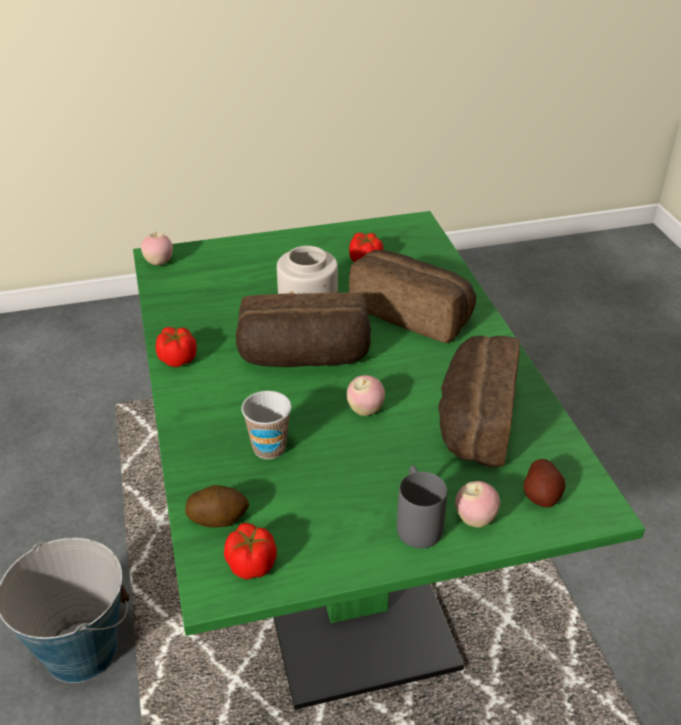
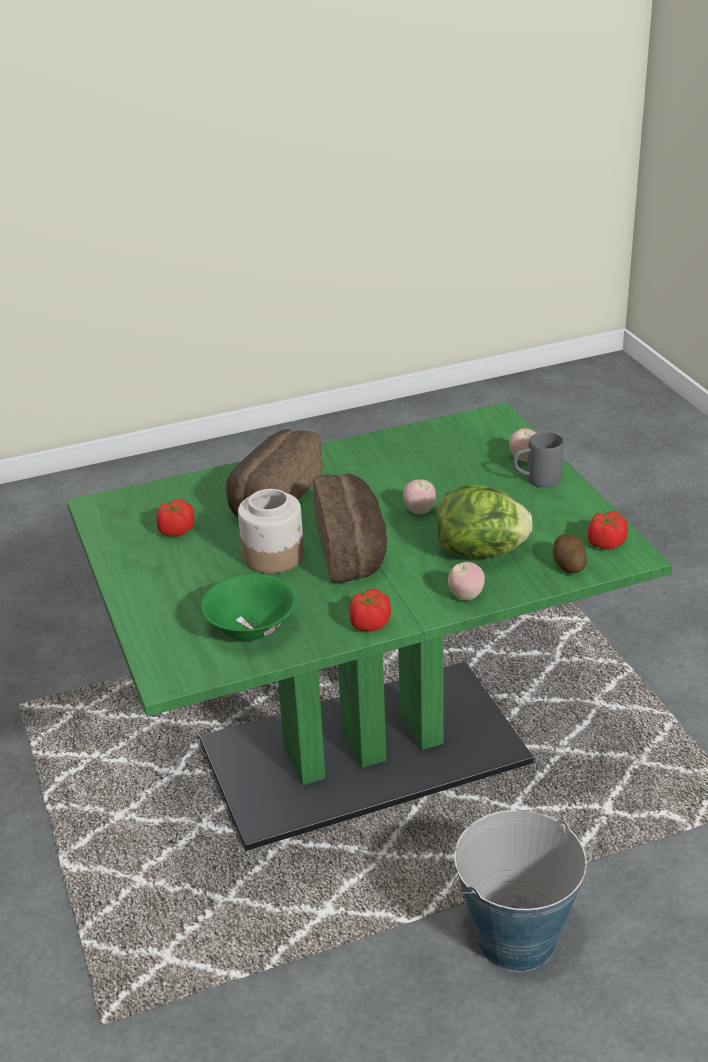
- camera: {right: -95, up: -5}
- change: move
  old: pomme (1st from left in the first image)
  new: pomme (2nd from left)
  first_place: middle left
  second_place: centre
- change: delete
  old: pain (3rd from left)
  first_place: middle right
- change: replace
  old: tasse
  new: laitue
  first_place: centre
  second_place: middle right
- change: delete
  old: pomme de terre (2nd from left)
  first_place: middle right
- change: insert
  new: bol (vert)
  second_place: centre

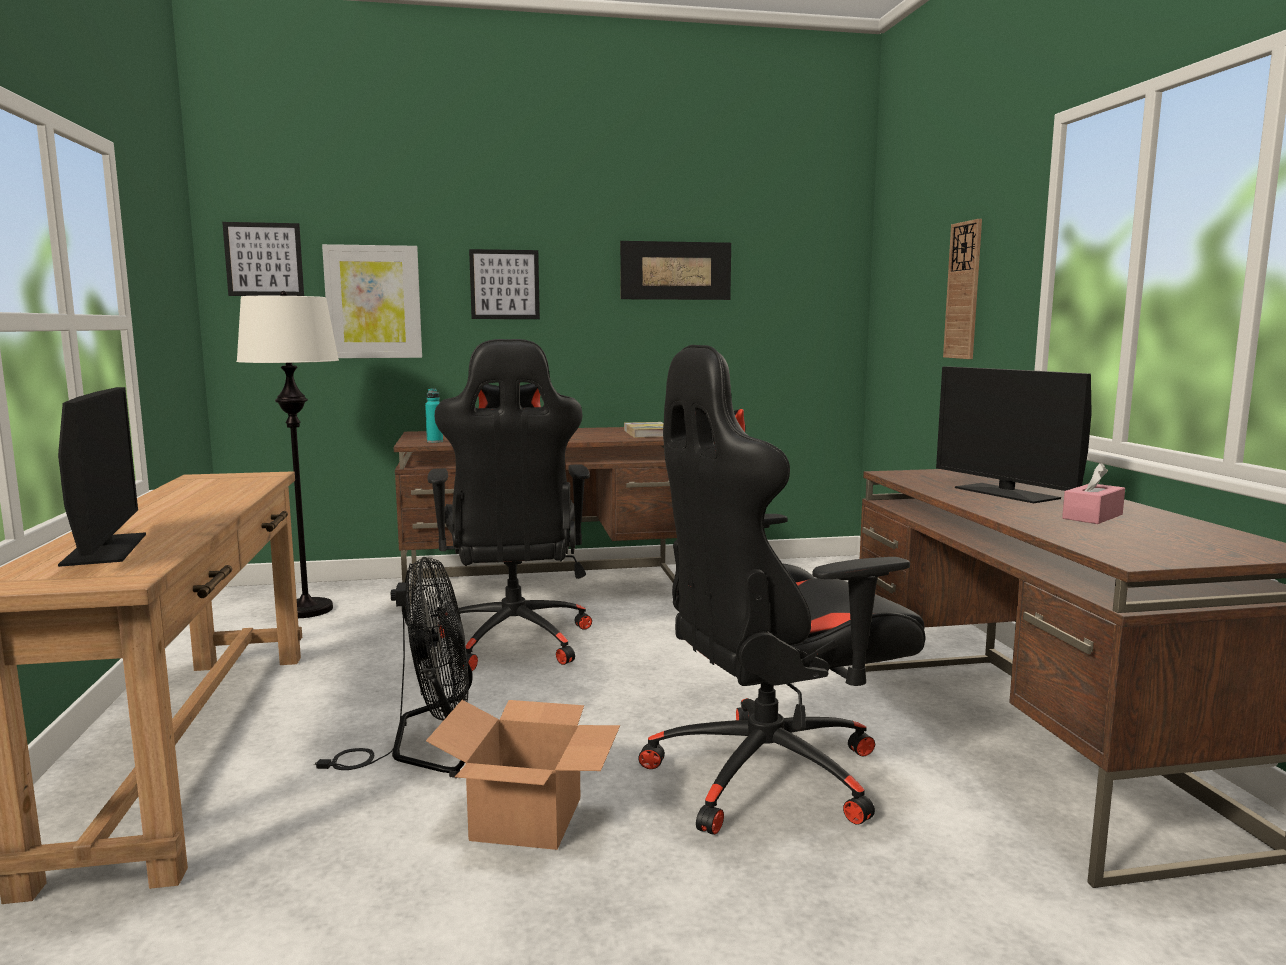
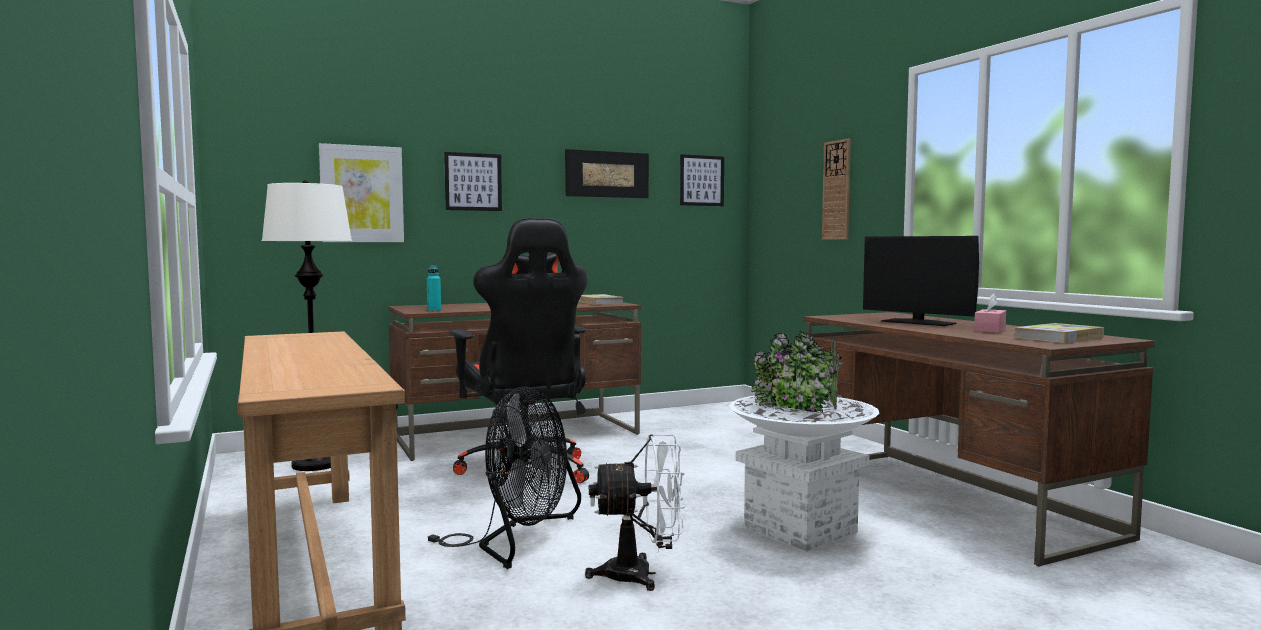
- camera: {right: -15, up: -5}
- change: move
  old: tableau (1st from left in the first image)
  new: tableau (4th from left)
  first_place: top left
  second_place: top centre
- change: replace
  old: chaise de bureau (noir) (2nd from left)
  new: cache-pot (blanc)
  first_place: centre
  second_place: bottom centre
- change: delete
  old: écran d'ordinateur (1st from left)
  first_place: middle left
- change: rotate
  old: ventilateur (noir)
  first_place: bottom left
  second_place: bottom centre
  degrees: 45
- change: replace
  old: carton
  new: ventilateur (blanc)
  first_place: bottom centre
  second_place: bottom centre
- change: insert
  new: livre (2nd from left)
  second_place: middle right

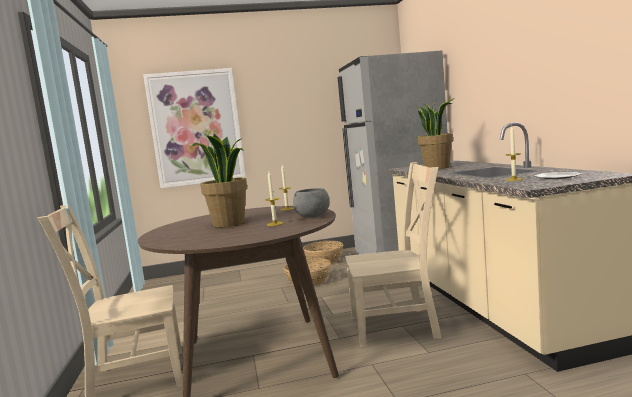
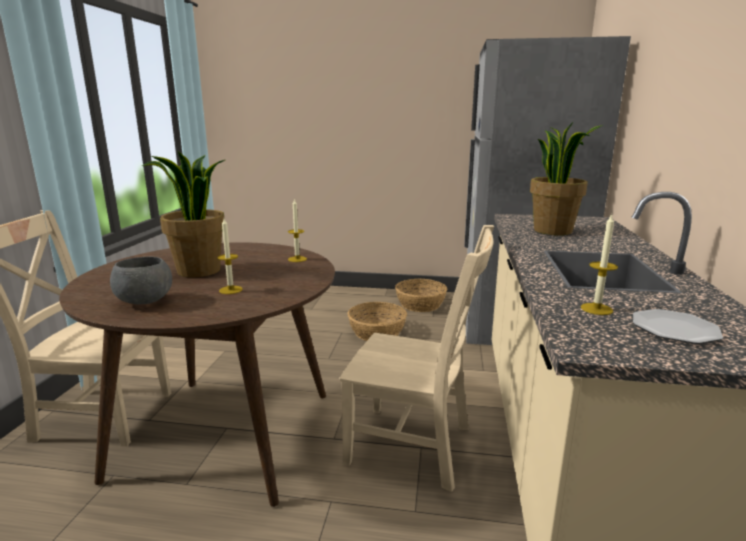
- camera: {right: 20, up: 10}
- change: delete
  old: tableau
  first_place: top left
- change: move
  old: bol (gris)
  first_place: centre
  second_place: middle left

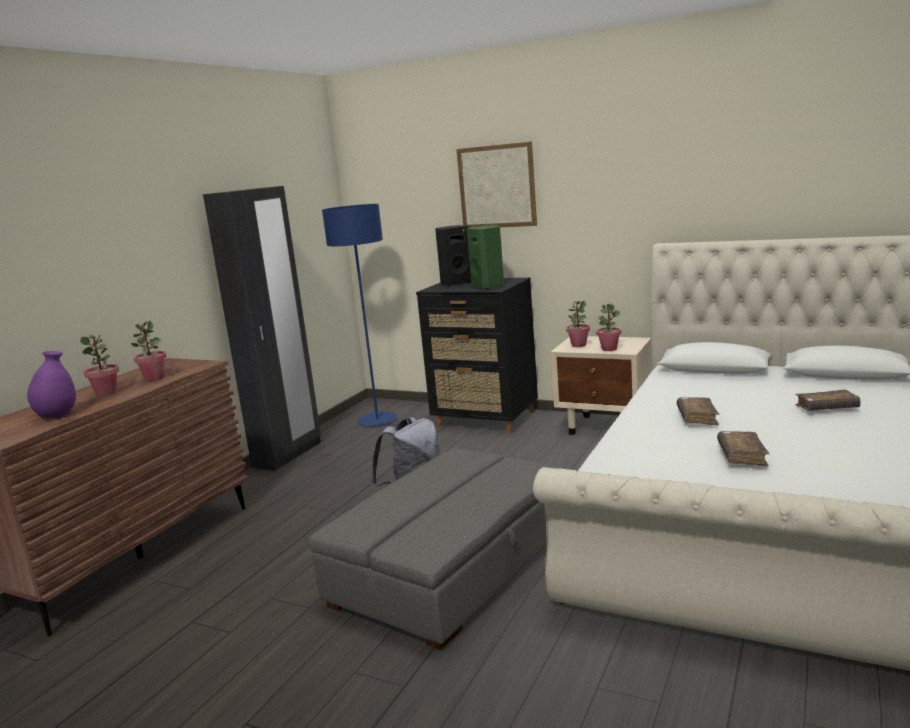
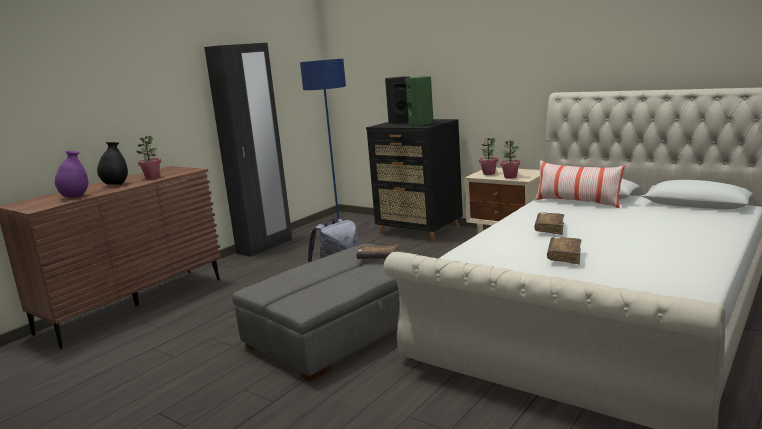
- camera: {right: 10, up: 0}
- change: delete
  old: tableau
  first_place: top centre
- change: replace
  old: plante en pot (1st from left)
  new: vase (noir)
  first_place: middle left
  second_place: middle left
- change: move
  old: livre (marron) (3rd from left in the first image)
  new: livre (marron) (1st from left)
  first_place: middle right
  second_place: centre
- change: insert
  new: coussin
  second_place: middle right

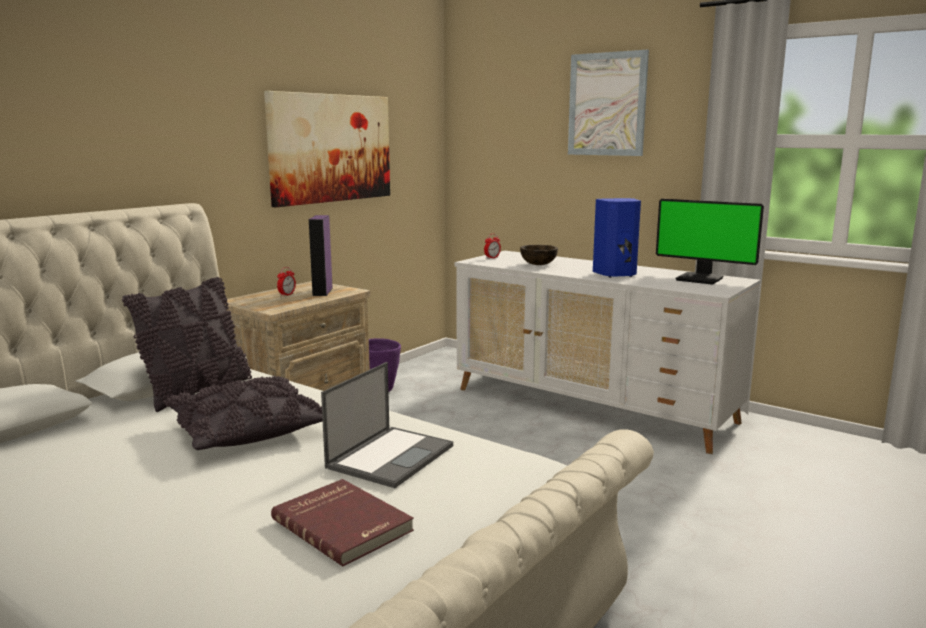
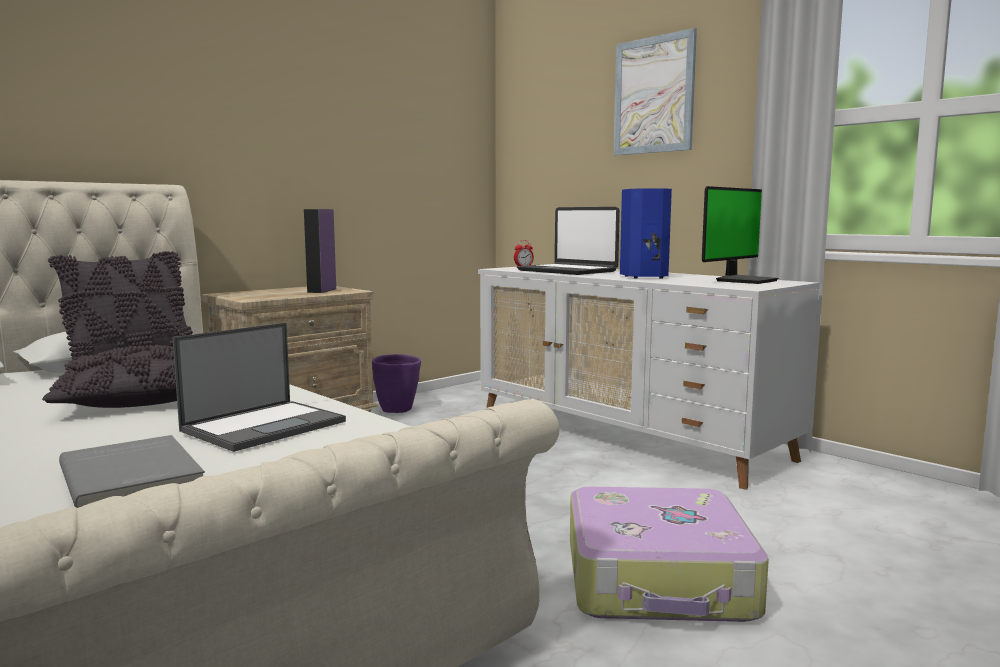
- camera: {right: 10, up: -5}
- change: delete
  old: tableau (1st from left)
  first_place: top centre
- change: rotate
  old: écran d'ordinateur
  first_place: middle right
  second_place: middle right
  degrees: -90
- change: replace
  old: bol (marron)
  new: ordinateur portable (2nd from left)
  first_place: centre
  second_place: centre
- change: delete
  old: réveil (1st from left)
  first_place: middle left
- change: recolor
  old: livre (rouge)
  new: livre (gris)
  first_place: bottom centre
  second_place: bottom left
- change: insert
  new: valise
  second_place: bottom right

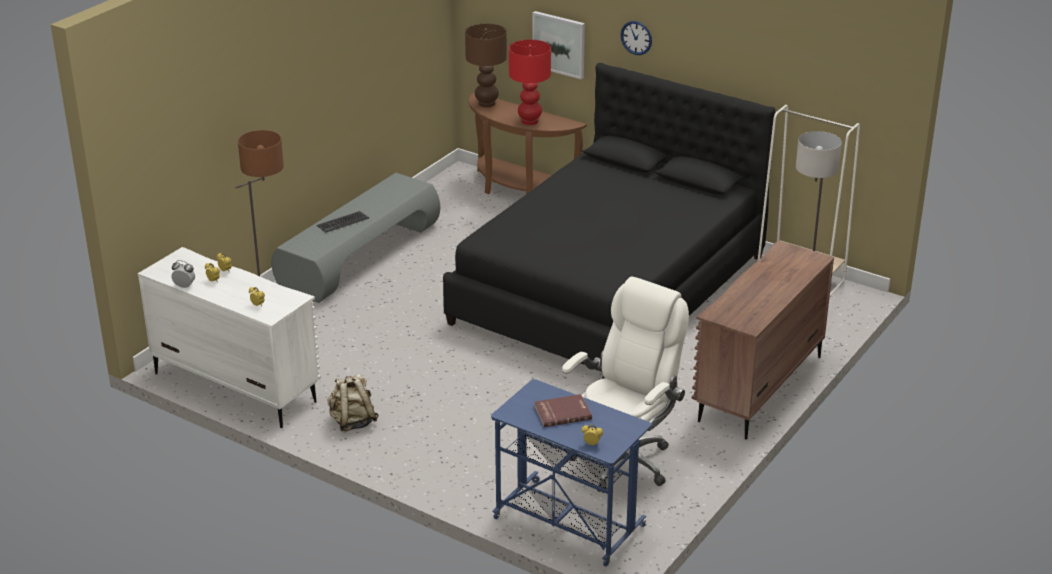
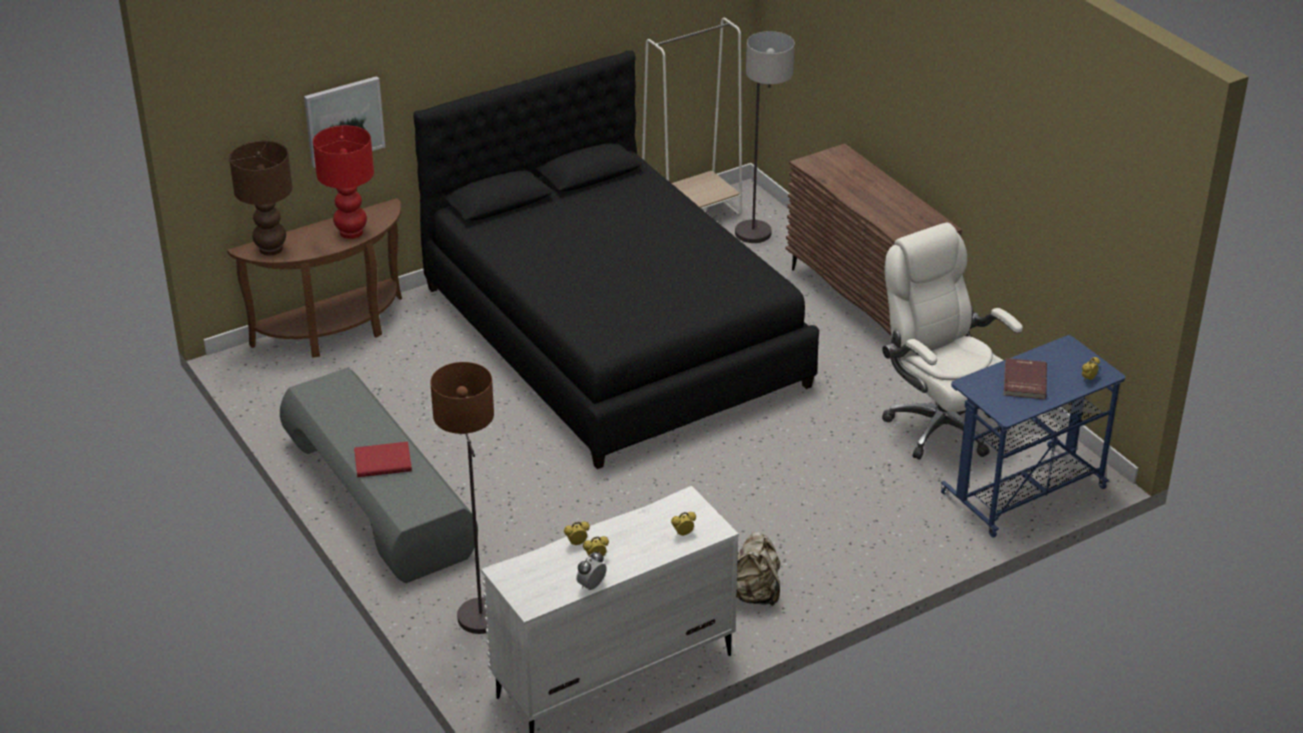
- camera: {right: -65, up: 5}
- change: delete
  old: horloge murale
  first_place: top centre
- change: replace
  old: clavier
  new: livre (rouge) (1st from left)
  first_place: middle left
  second_place: middle left

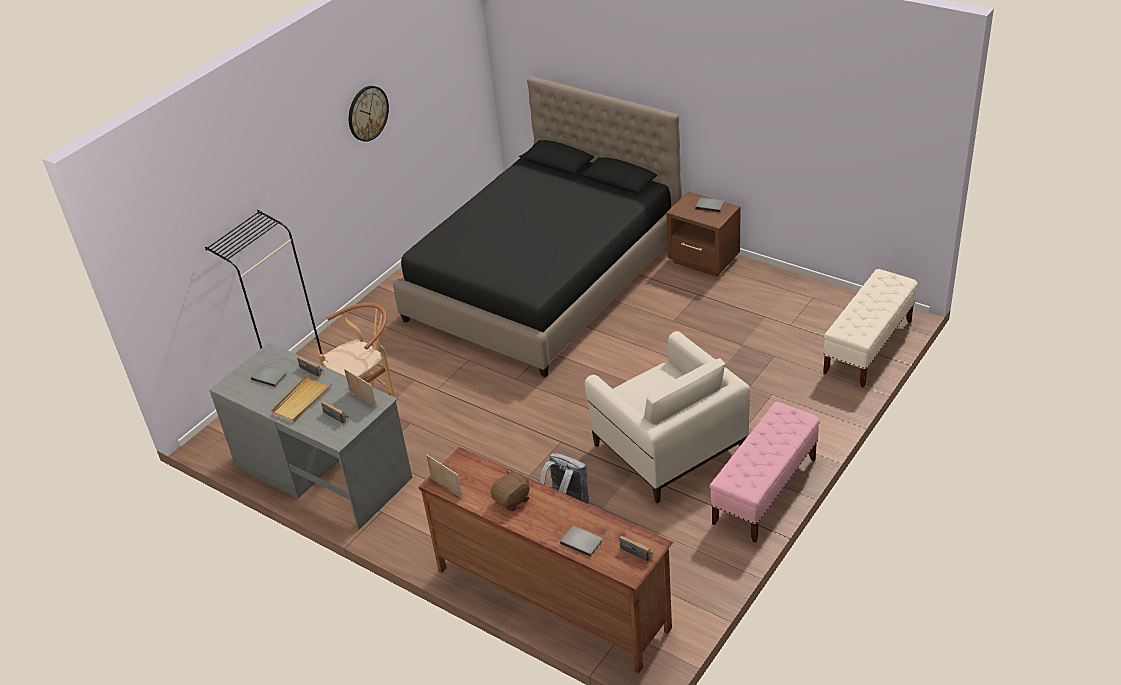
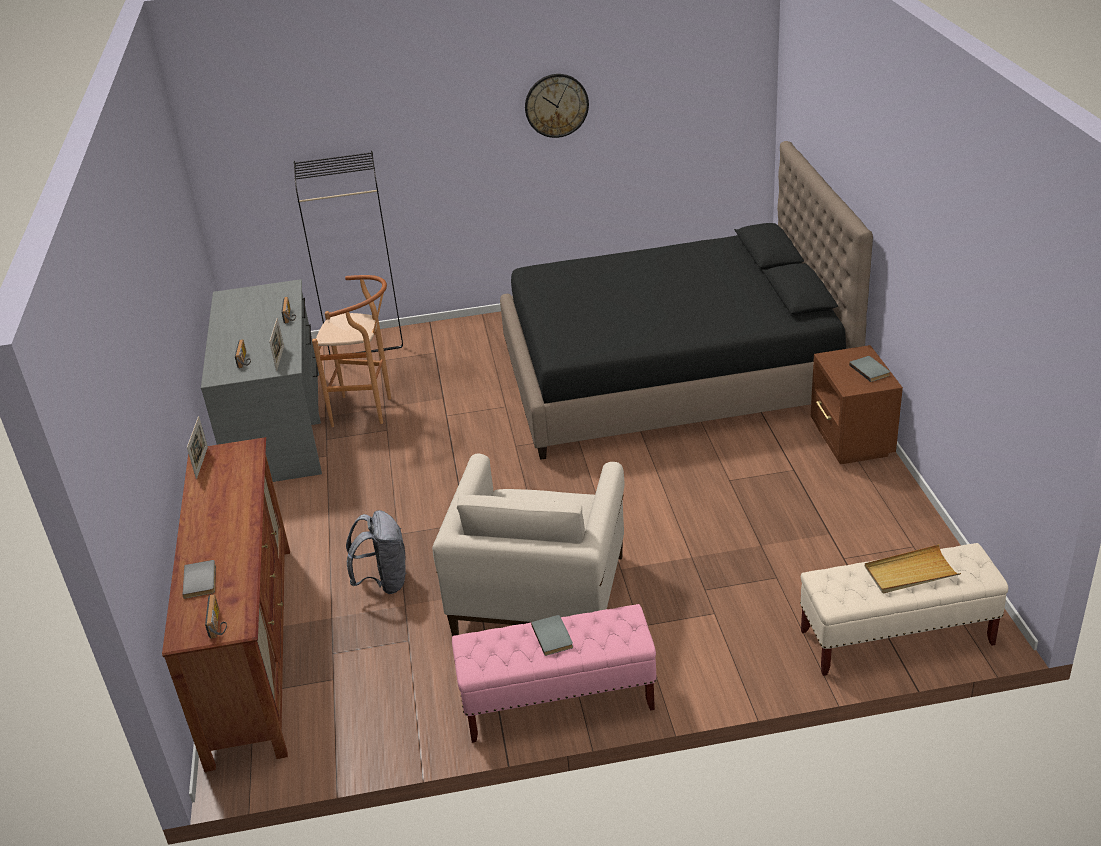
- camera: {right: 45, up: -5}
- change: move
  old: livre (gris) (1st from left in the first image)
  new: livre (gris) (2nd from left)
  first_place: middle left
  second_place: bottom centre
- change: move
  old: plateau (beige)
  first_place: middle left
  second_place: bottom right
- change: delete
  old: peluche (marron)
  first_place: bottom centre

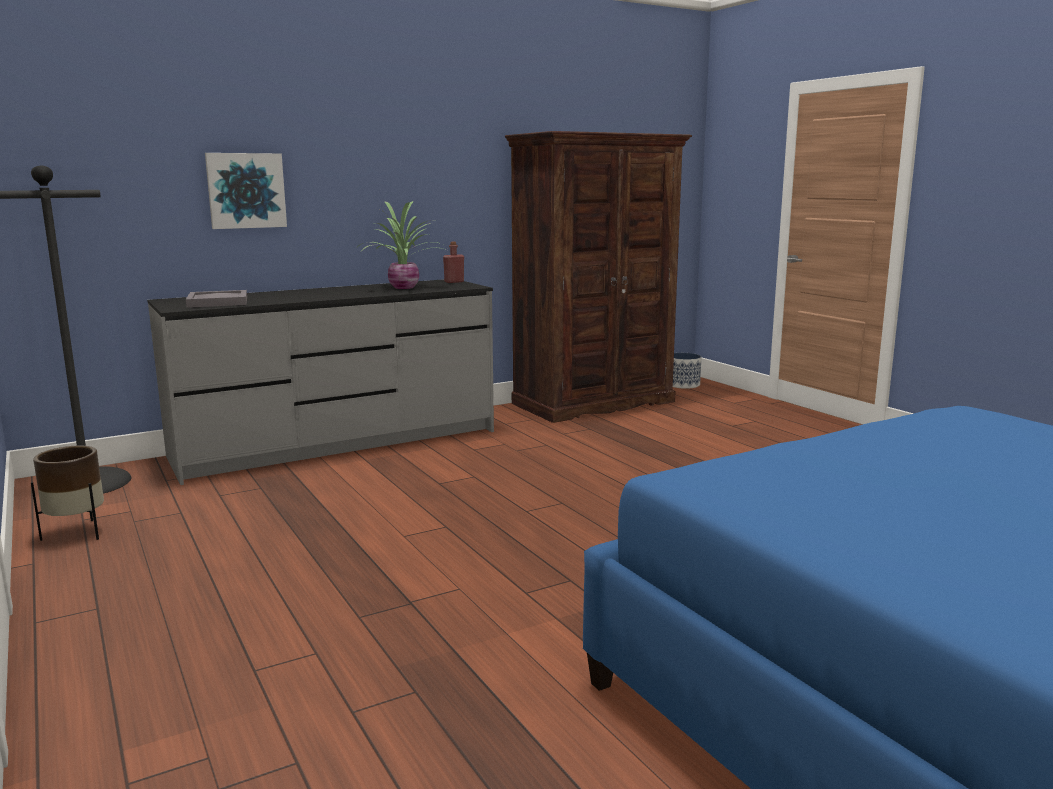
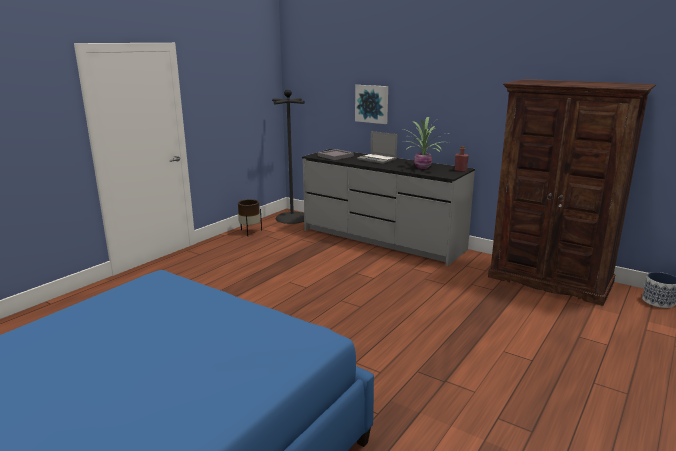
- camera: {right: 65, up: 5}
- change: insert
  new: ordinateur portable
  second_place: top centre

